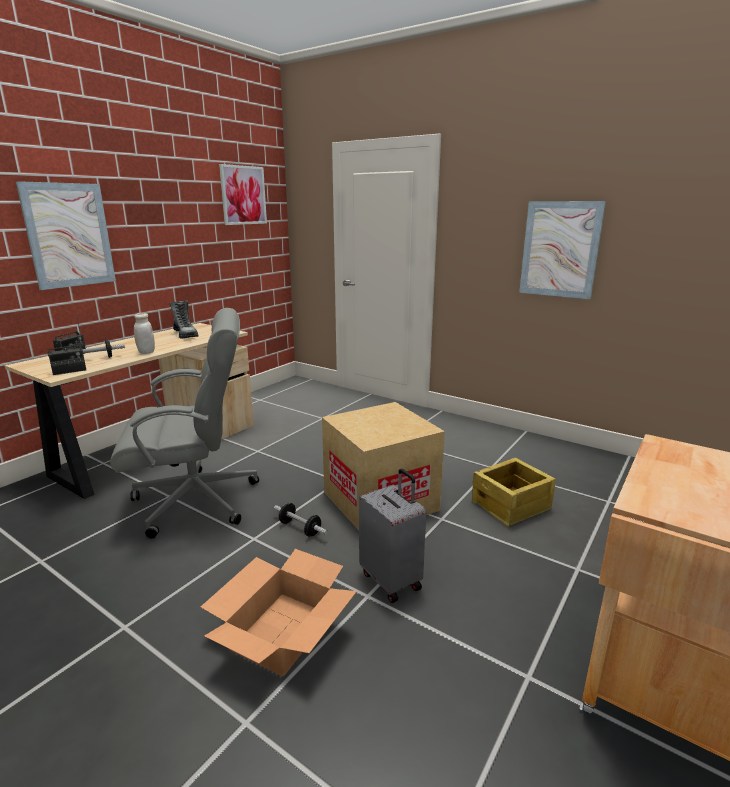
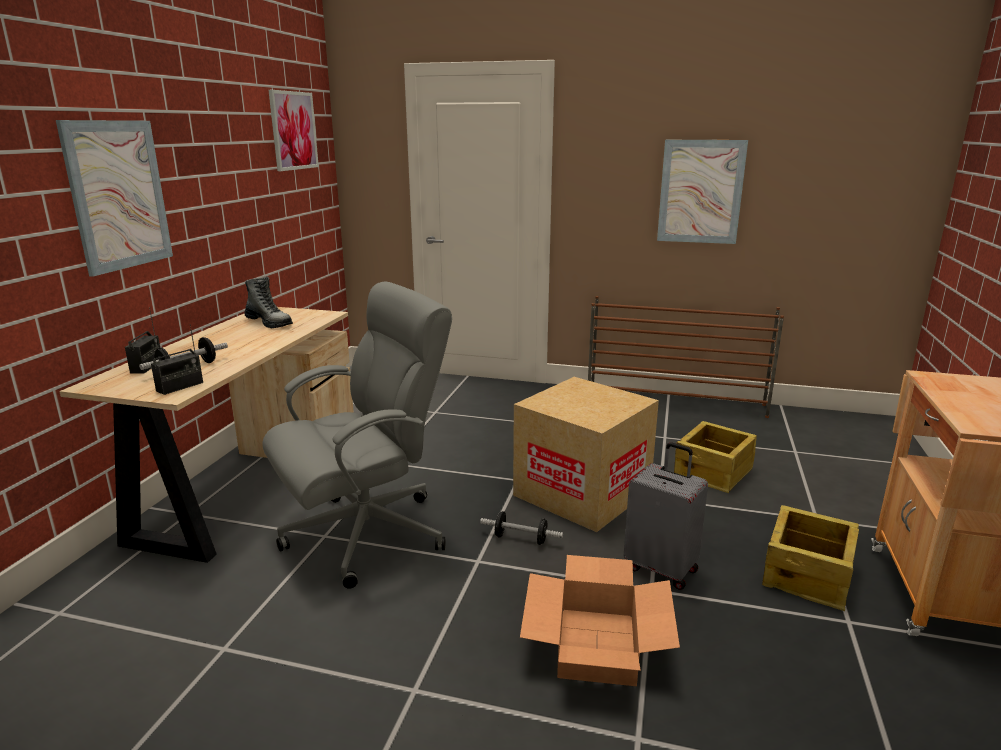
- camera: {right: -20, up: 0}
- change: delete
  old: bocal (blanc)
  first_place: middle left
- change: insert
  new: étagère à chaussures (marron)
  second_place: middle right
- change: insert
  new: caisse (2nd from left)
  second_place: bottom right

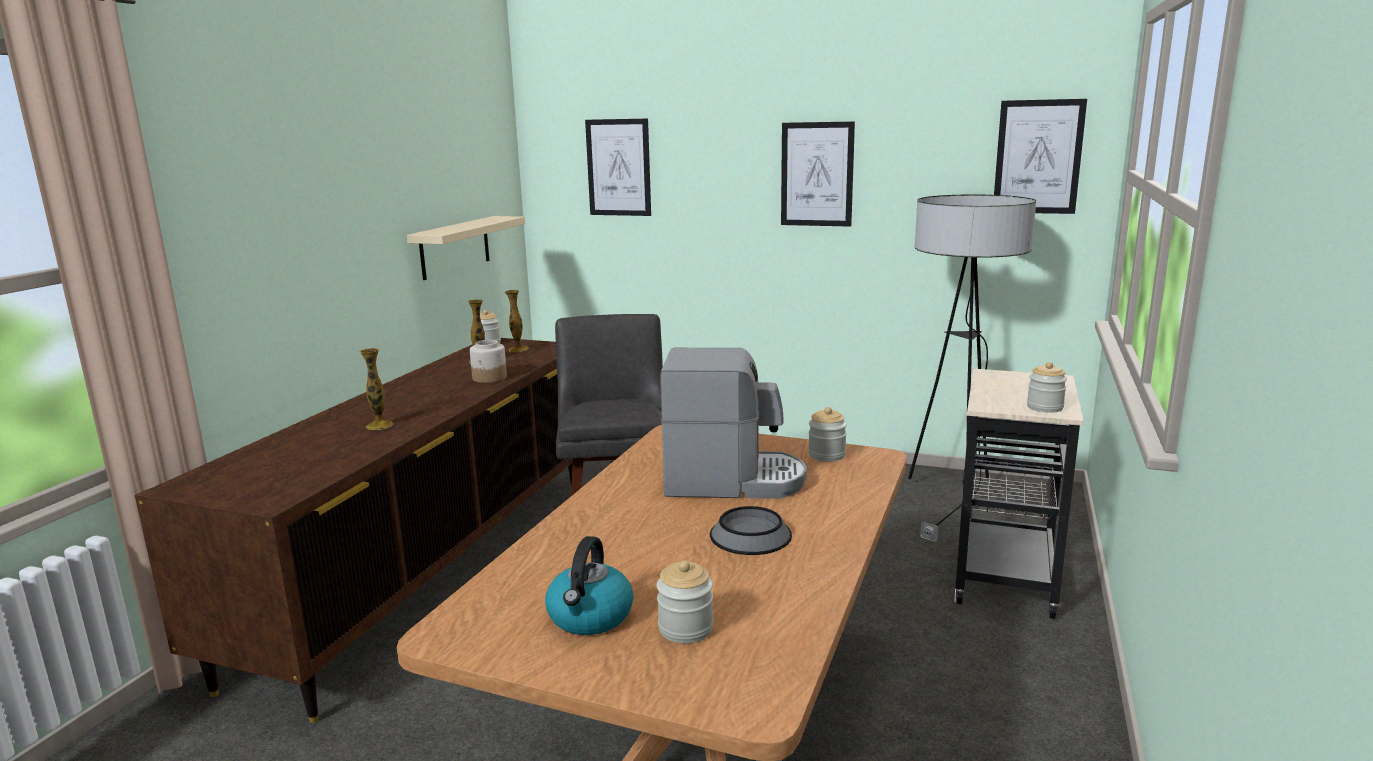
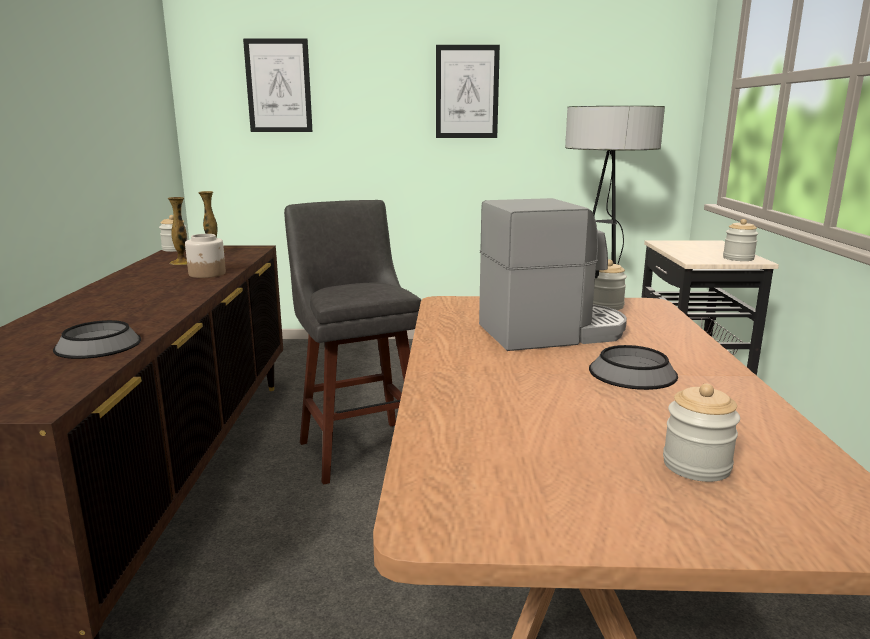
- camera: {right: -20, up: 0}
- change: delete
  old: tableau (3rd from left)
  first_place: top right
- change: delete
  old: étagère (beige)
  first_place: top centre
- change: delete
  old: vase (1st from left)
  first_place: middle left
- change: delete
  old: bouilloire
  first_place: bottom centre
- change: insert
  new: bol (1st from left)
  second_place: middle left

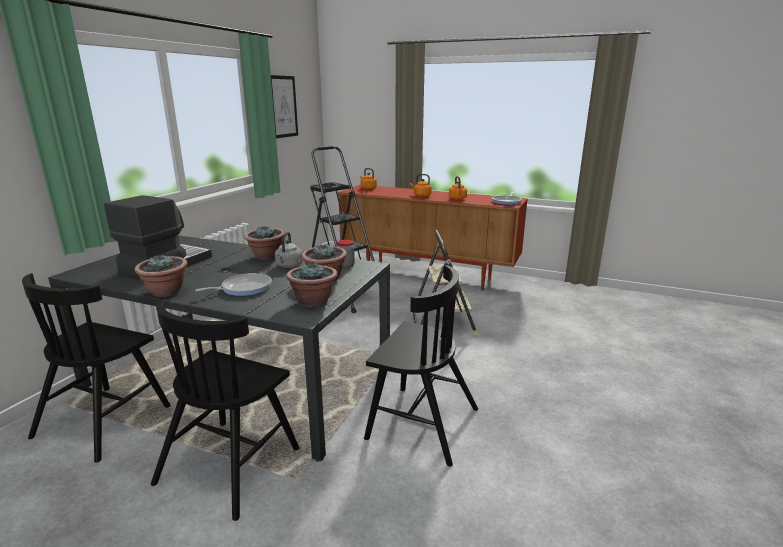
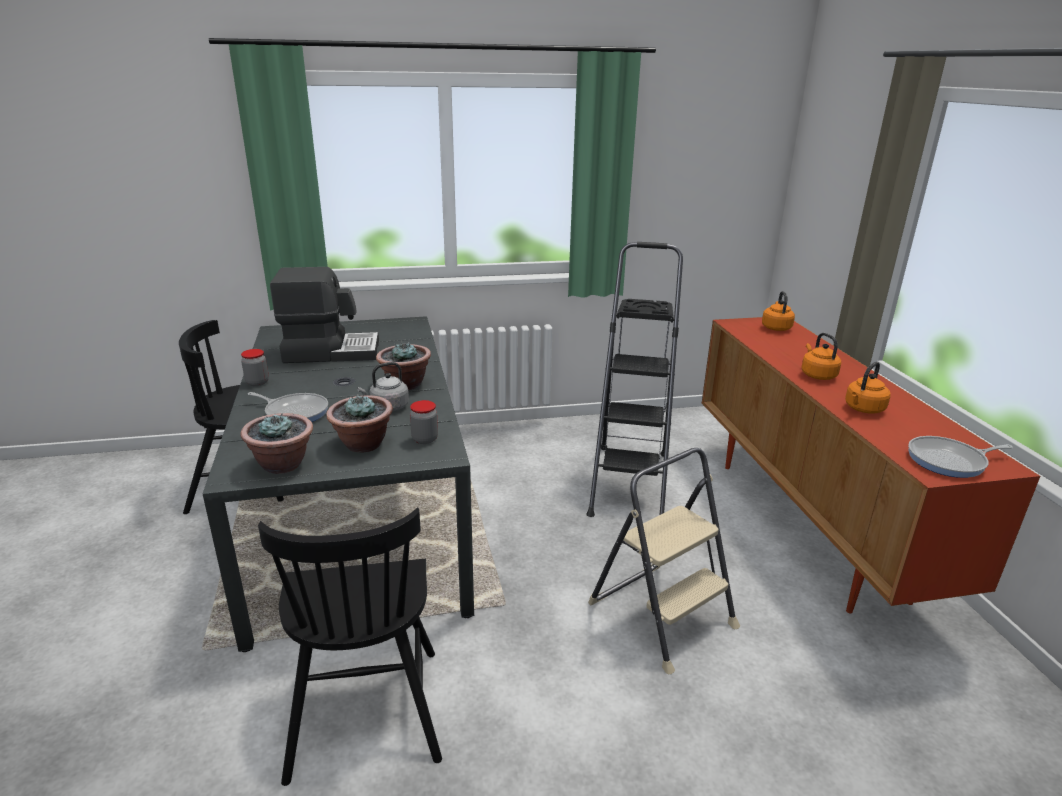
- camera: {right: 55, up: 5}
- change: delete
  old: tableau
  first_place: top centre
- change: replace
  old: plante en pot (1st from left)
  new: bocal (1st from left)
  first_place: middle left
  second_place: middle left
- change: delete
  old: chaise (noir) (2nd from left)
  first_place: bottom left

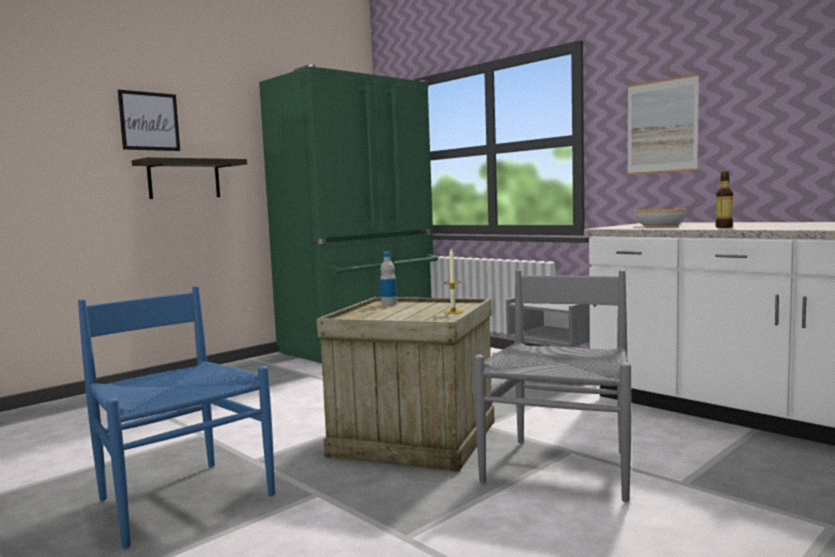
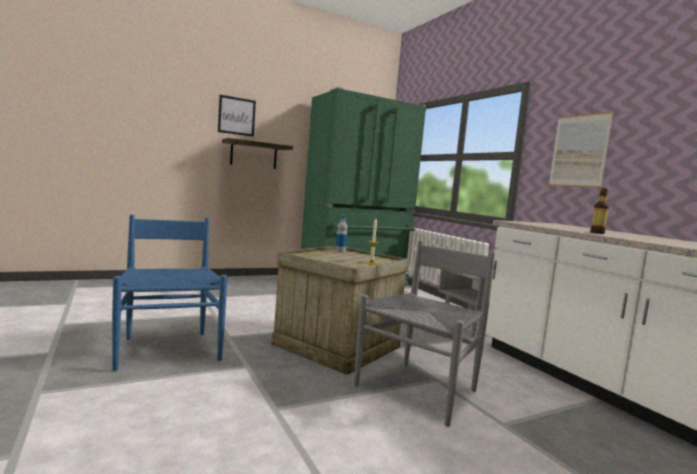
- camera: {right: 15, up: 0}
- change: delete
  old: bol
  first_place: middle right

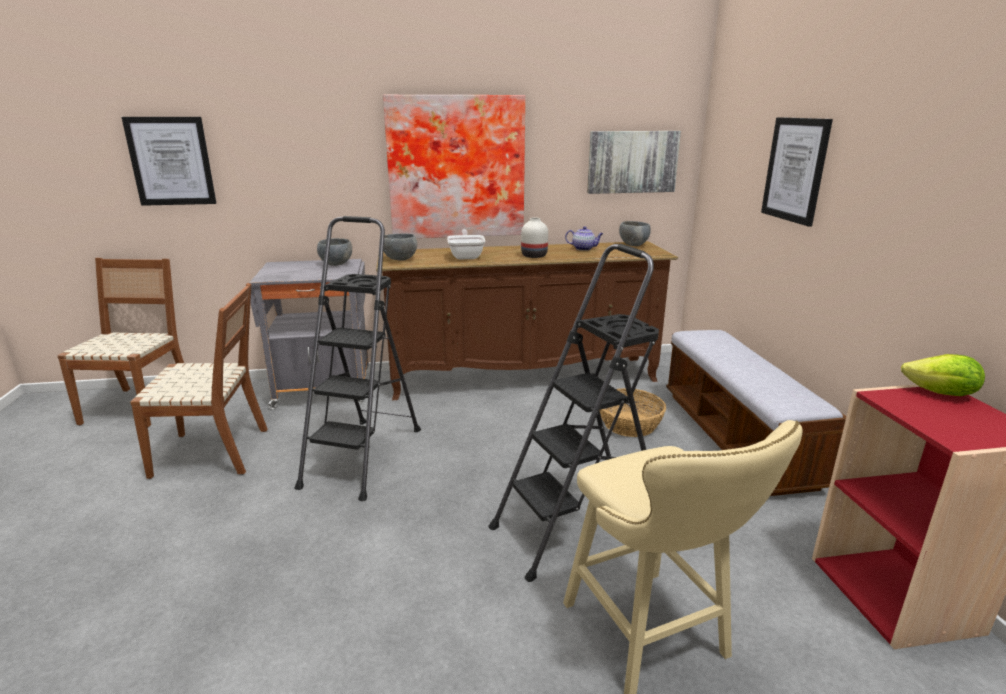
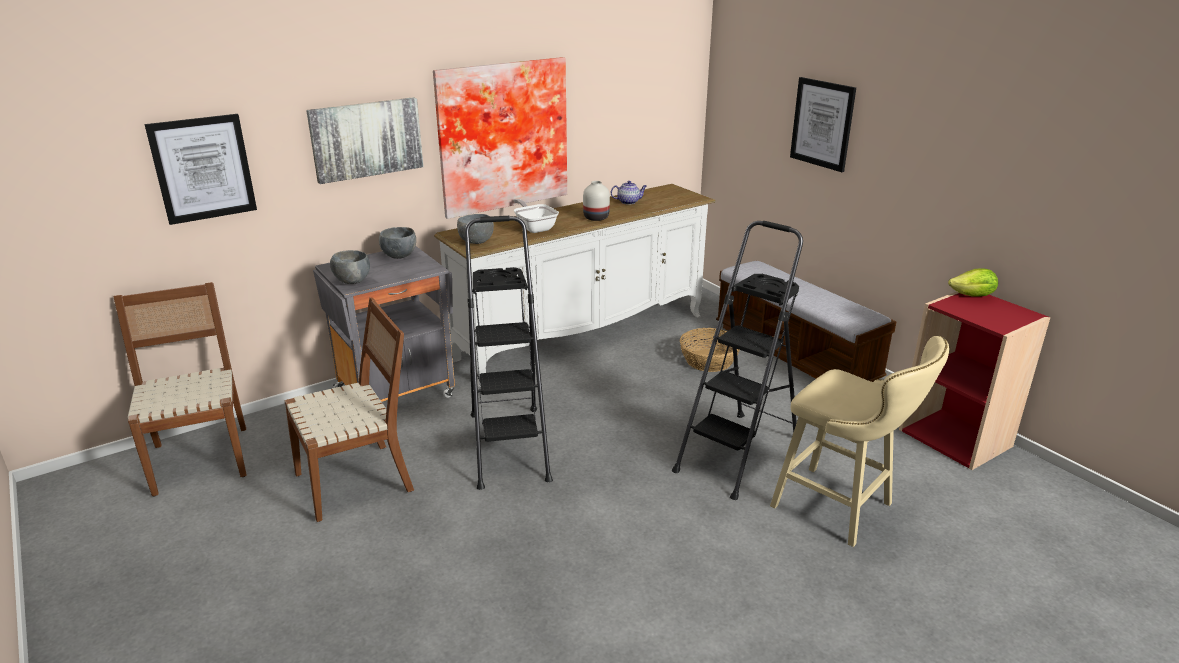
- camera: {right: -25, up: 5}
- change: move
  old: tableau (3rd from left in the first image)
  new: tableau (2nd from left)
  first_place: top centre
  second_place: top left
- change: move
  old: bol (gris) (3rd from left in the first image)
  new: bol (gris) (1st from left)
  first_place: centre
  second_place: middle left
- change: recolor
  old: meuble de rangement (marron)
  new: meuble de rangement (blanc)
  first_place: centre
  second_place: centre

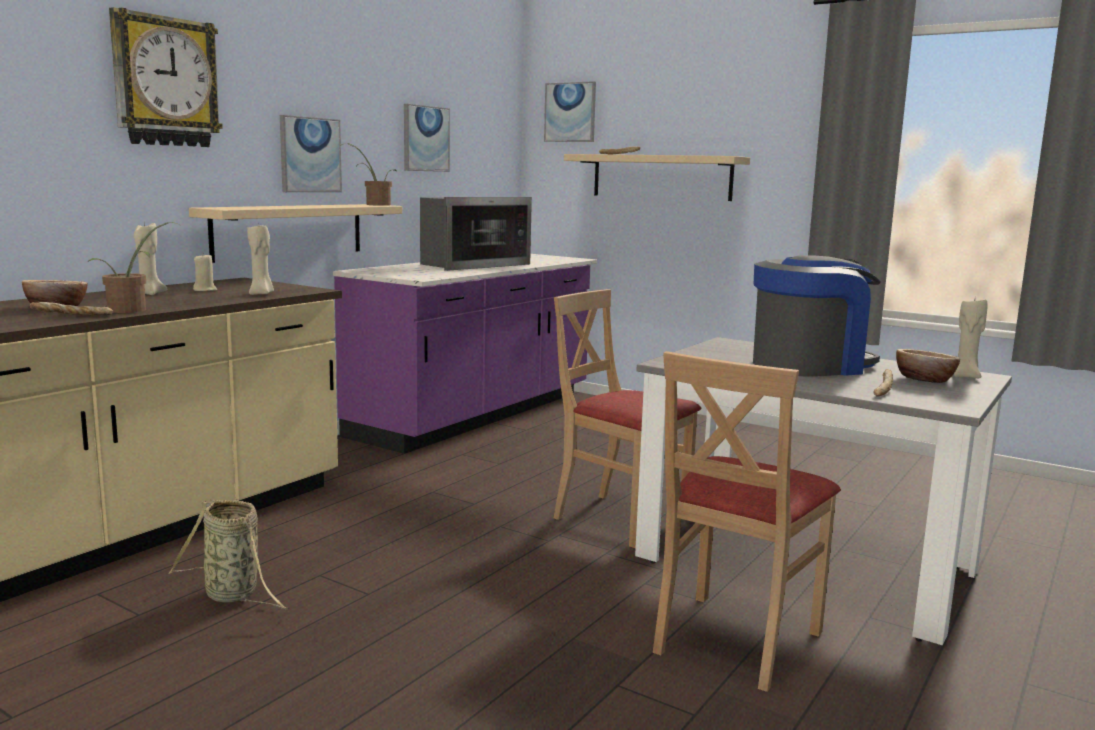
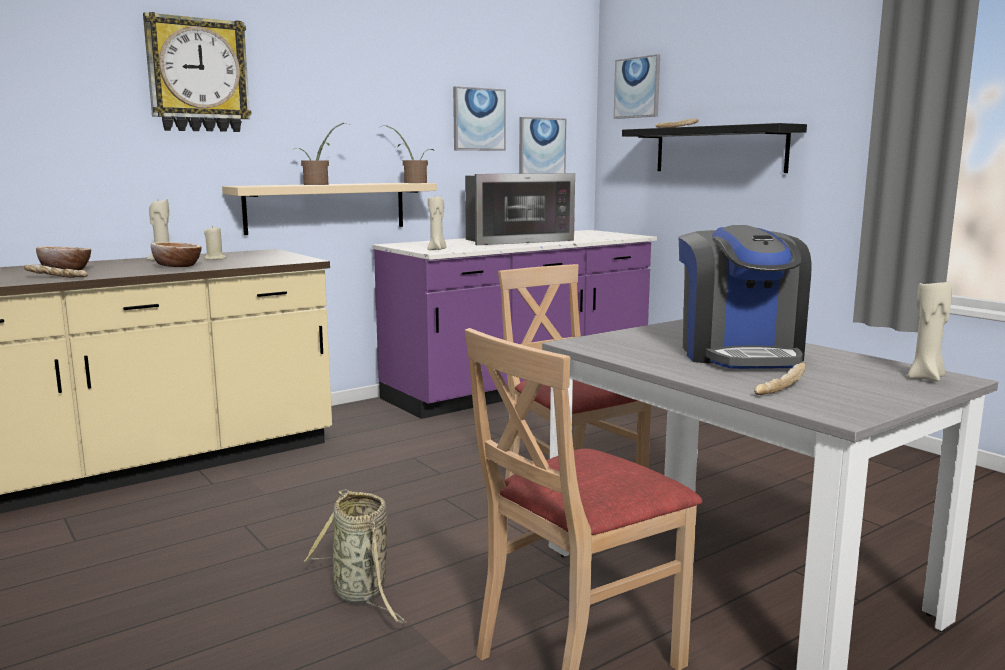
- camera: {right: 20, up: 0}
- change: move
  old: tableau (1st from left in the first image)
  new: tableau (2nd from left)
  first_place: top left
  second_place: top centre
- change: recolor
  old: étagère (beige) (2nd from left)
  new: étagère (noir)
  first_place: top centre
  second_place: top right
- change: move
  old: plante en pot (1st from left)
  first_place: middle left
  second_place: top left
- change: move
  old: bougie (beige) (3rd from left)
  first_place: middle left
  second_place: top centre
- change: rotate
  old: machine à café
  first_place: middle right
  second_place: middle right
  degrees: 90
- change: move
  old: bol (2nd from left)
  first_place: middle right
  second_place: middle left
- change: move
  old: panier
  first_place: bottom left
  second_place: bottom centre

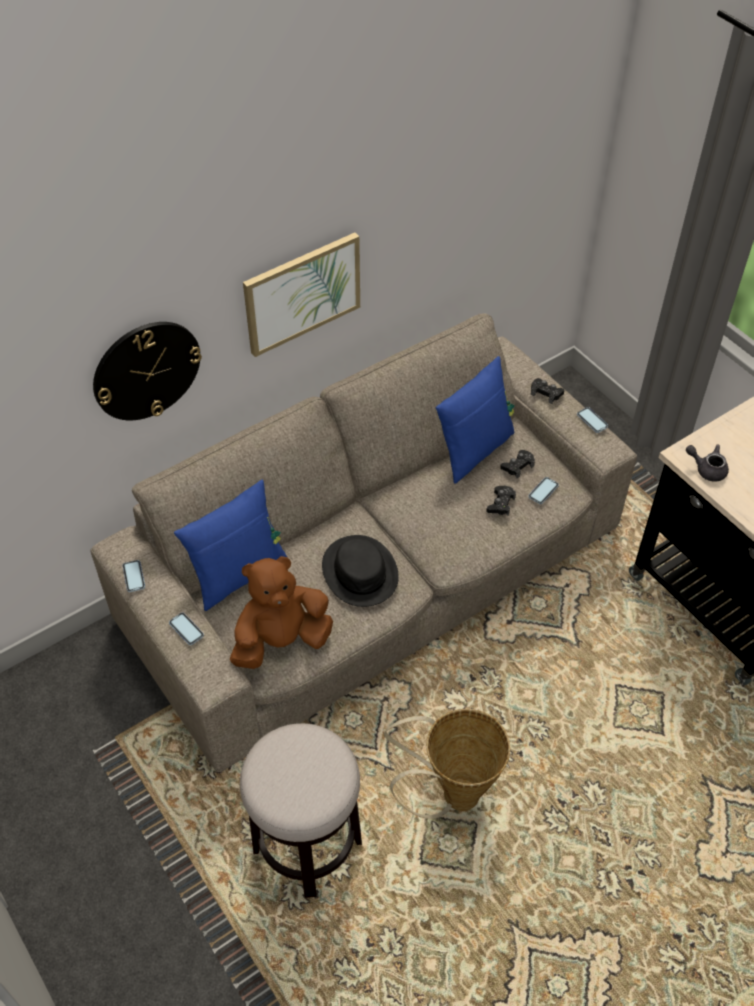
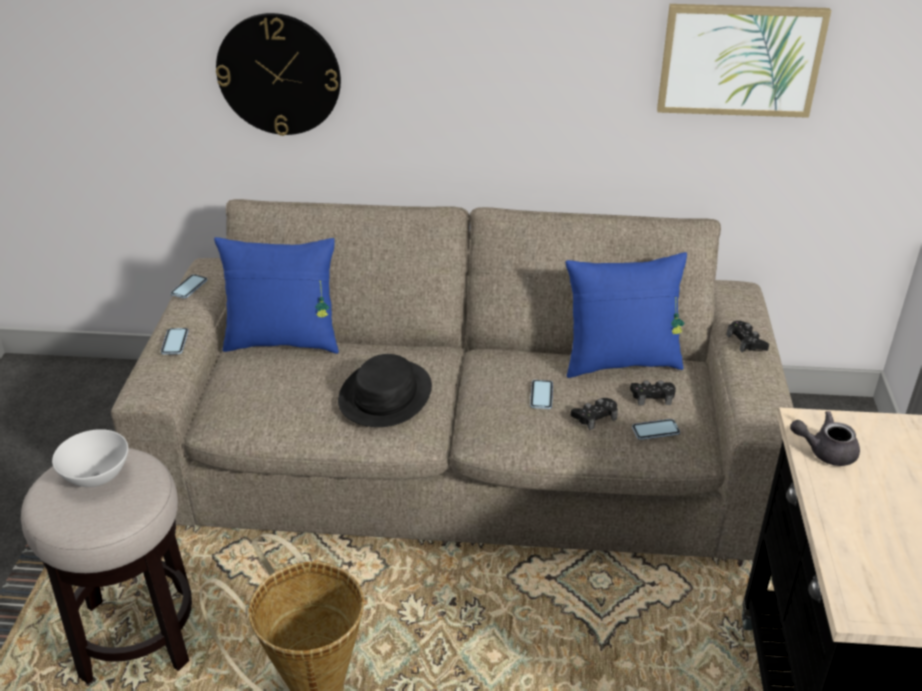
- camera: {right: 40, up: -15}
- change: move
  old: tableau
  first_place: top centre
  second_place: top right
- change: move
  old: téléphone (4th from left in the first image)
  new: téléphone (3rd from left)
  first_place: middle right
  second_place: centre
- change: rotate
  old: théière (gris)
  first_place: middle right
  second_place: middle right
  degrees: -60
- change: delete
  old: peluche (marron)
  first_place: centre
- change: insert
  new: bol (blanc)
  second_place: middle left

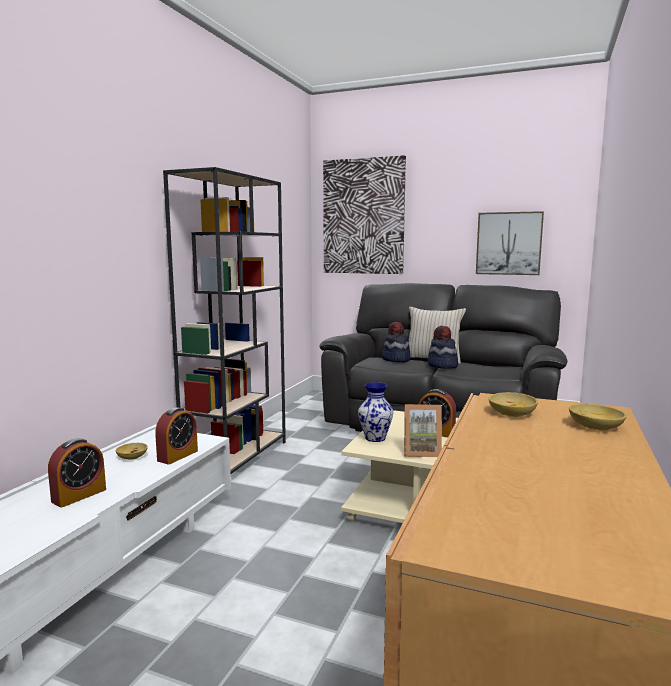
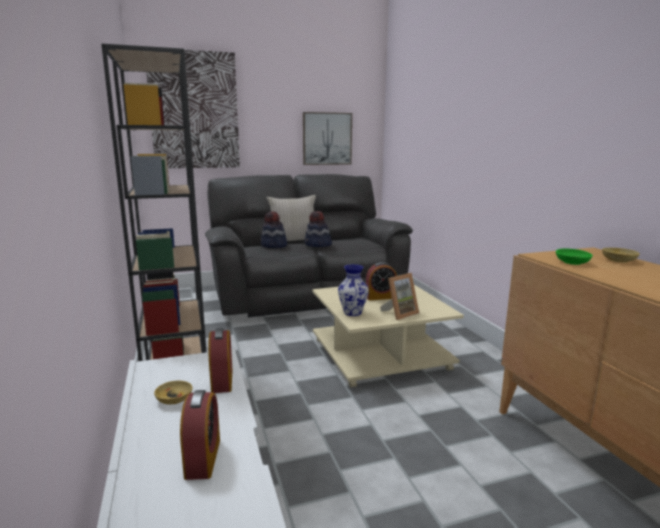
- camera: {right: -40, up: 5}
- change: recolor
  old: bol (beige) (2nd from left)
  new: bol (vert)
  first_place: middle right
  second_place: middle right

